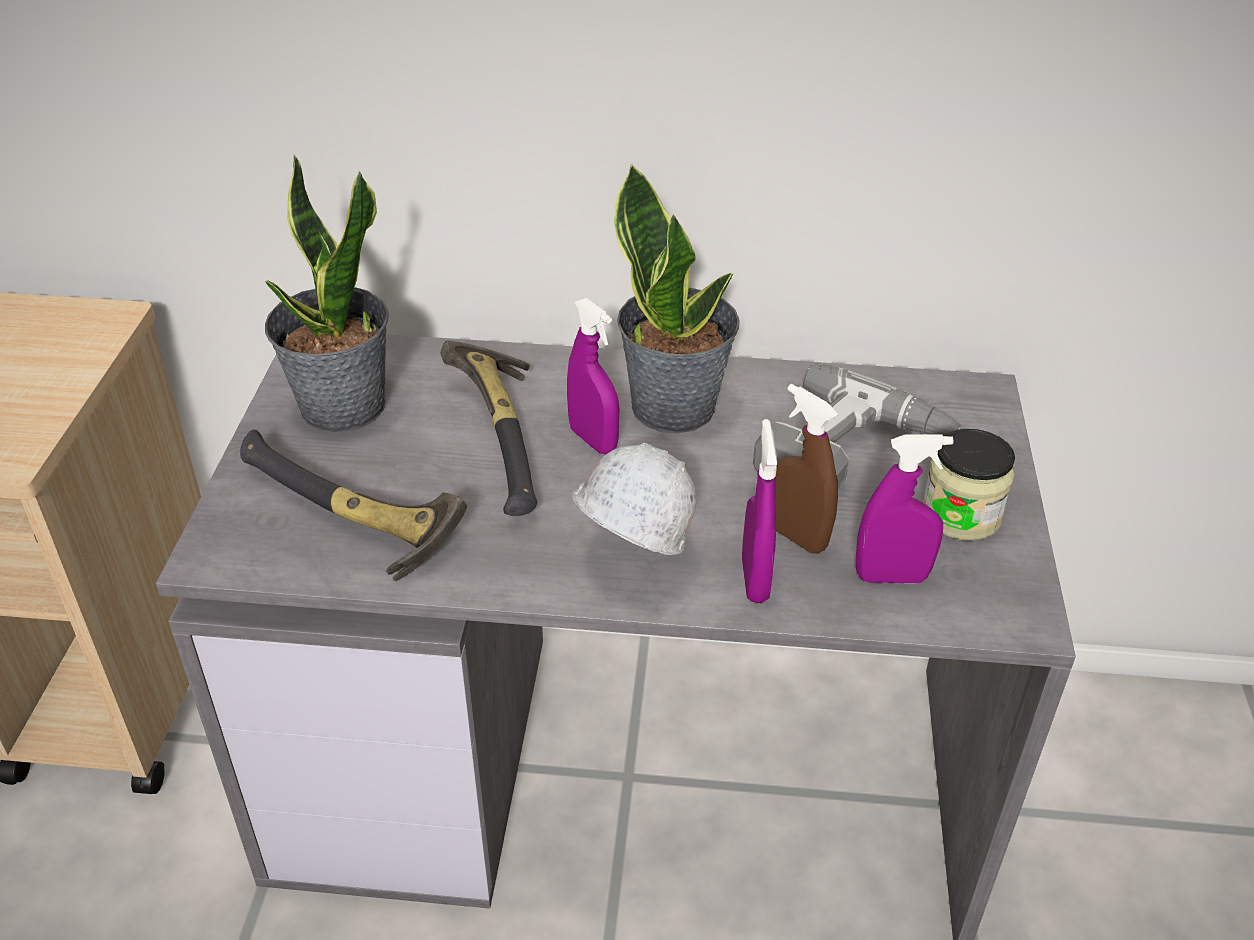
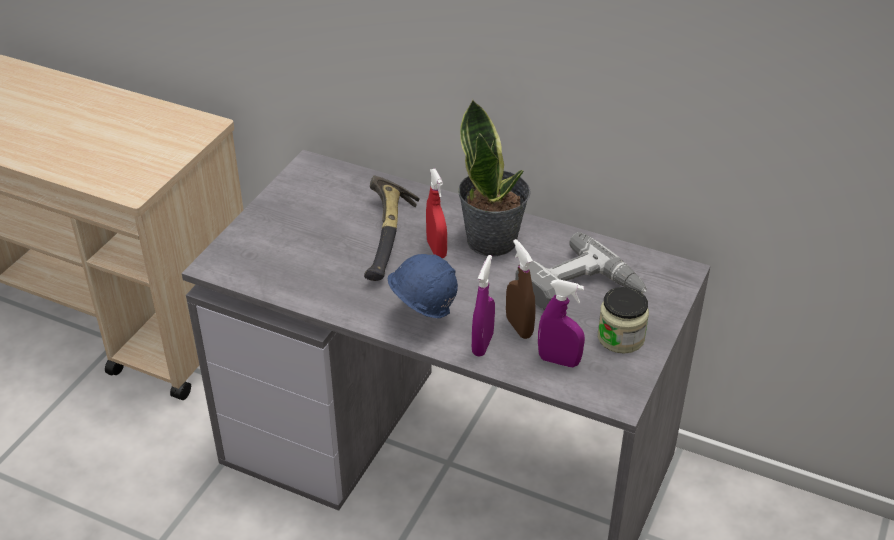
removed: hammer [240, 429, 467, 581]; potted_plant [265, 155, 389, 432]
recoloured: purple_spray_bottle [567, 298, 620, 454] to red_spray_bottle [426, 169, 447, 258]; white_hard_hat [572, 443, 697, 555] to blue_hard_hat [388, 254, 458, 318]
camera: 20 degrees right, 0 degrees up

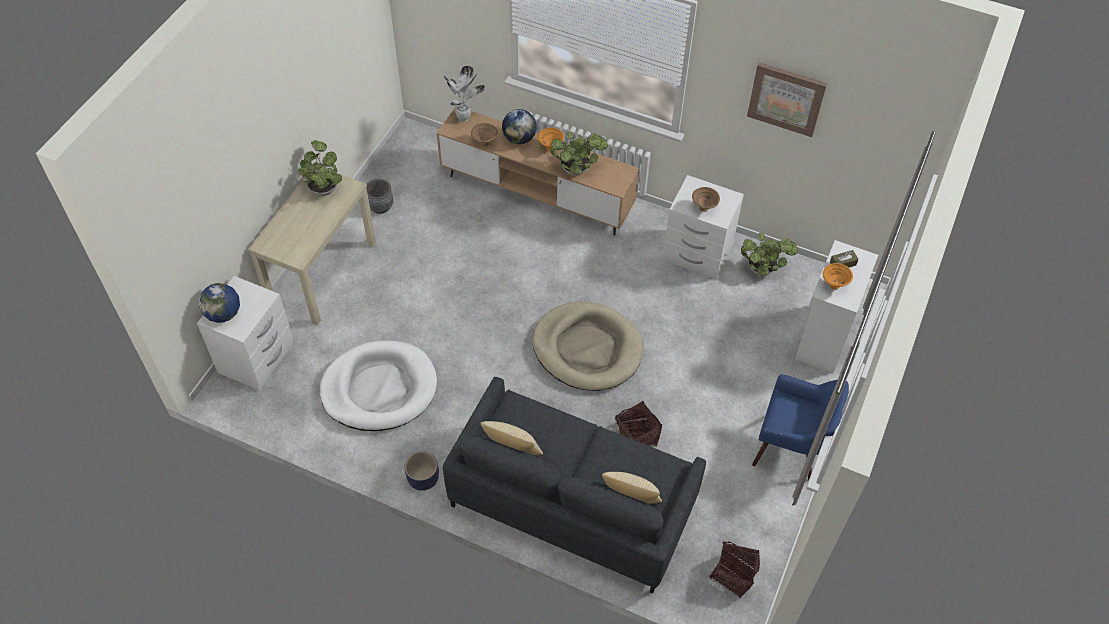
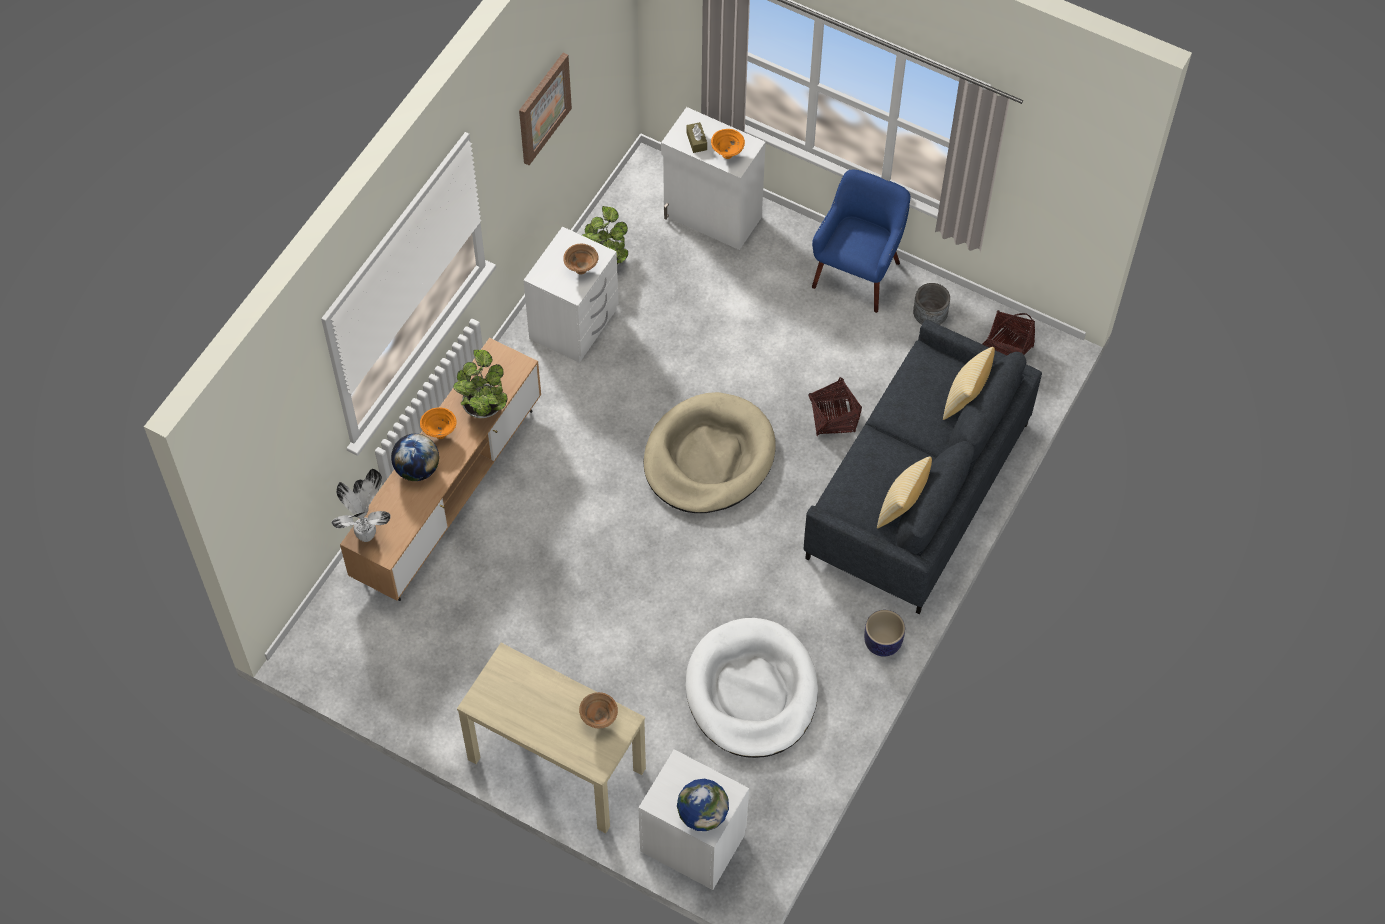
removed: potted_plant [298, 140, 342, 196]
moved: grey_planter [366, 178, 393, 214] to [913, 283, 950, 325]; brown_bowl [471, 123, 498, 147] to [579, 692, 618, 728]
camera: 85 degrees left, 5 degrees up

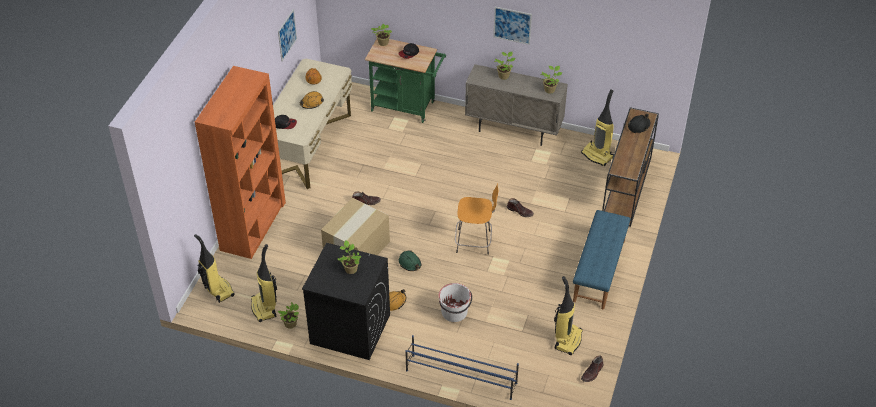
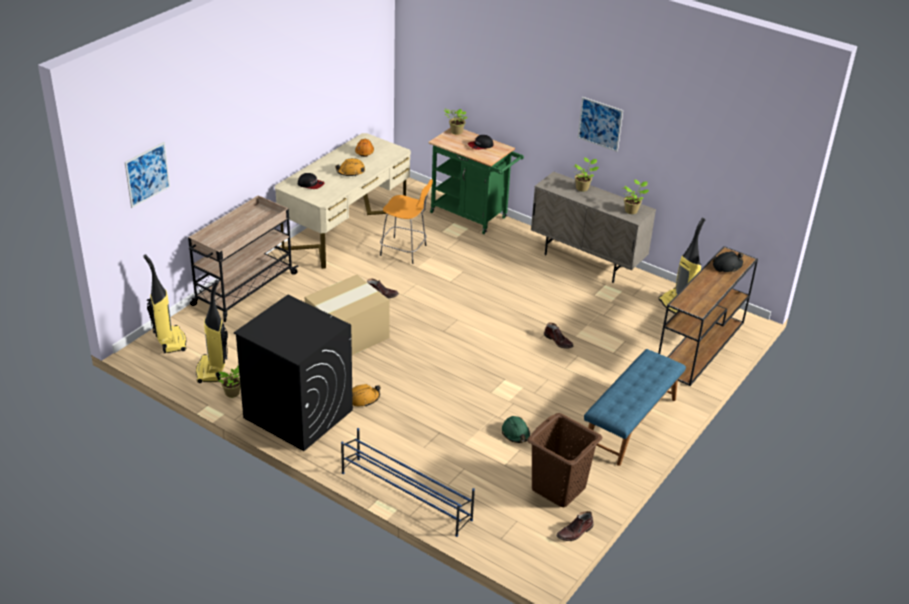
removed: potted_plant [338, 240, 361, 274]; white_bucket [438, 283, 472, 322]
moved: picture [278, 9, 297, 62] to [125, 142, 170, 208]; green_hard_hat [399, 250, 421, 271] to [502, 416, 530, 443]; orange_stool [455, 183, 498, 255] to [380, 179, 433, 264]
replaced: orange_bookcase [195, 66, 286, 259] to beige_cart [188, 195, 298, 322]; vacuum_cleaner [554, 276, 583, 355] to brown_laundry_basket [527, 413, 602, 507]
camera: 15 degrees right, 10 degrees down

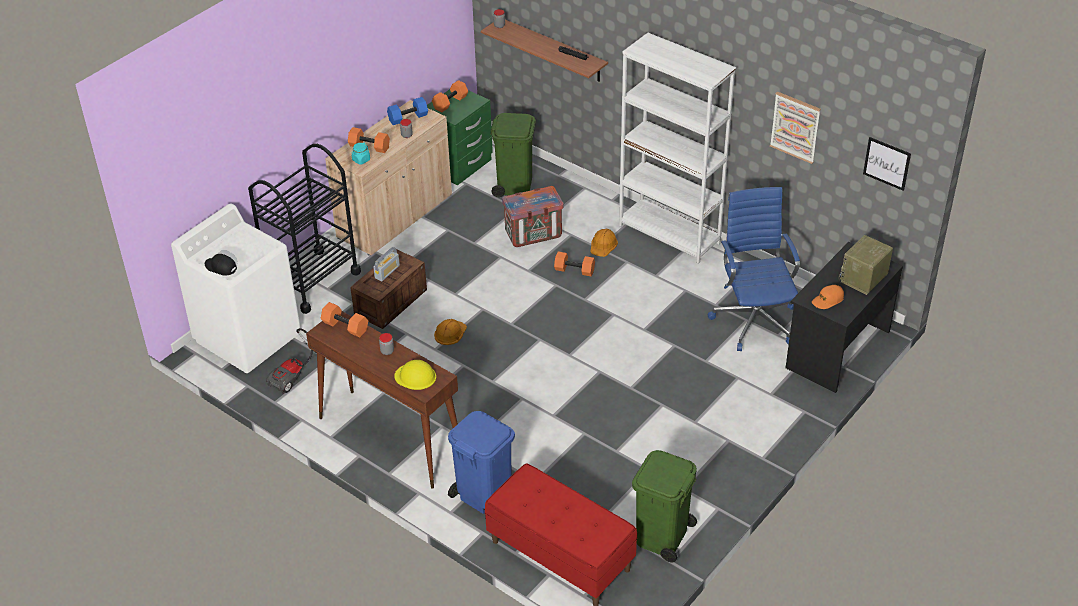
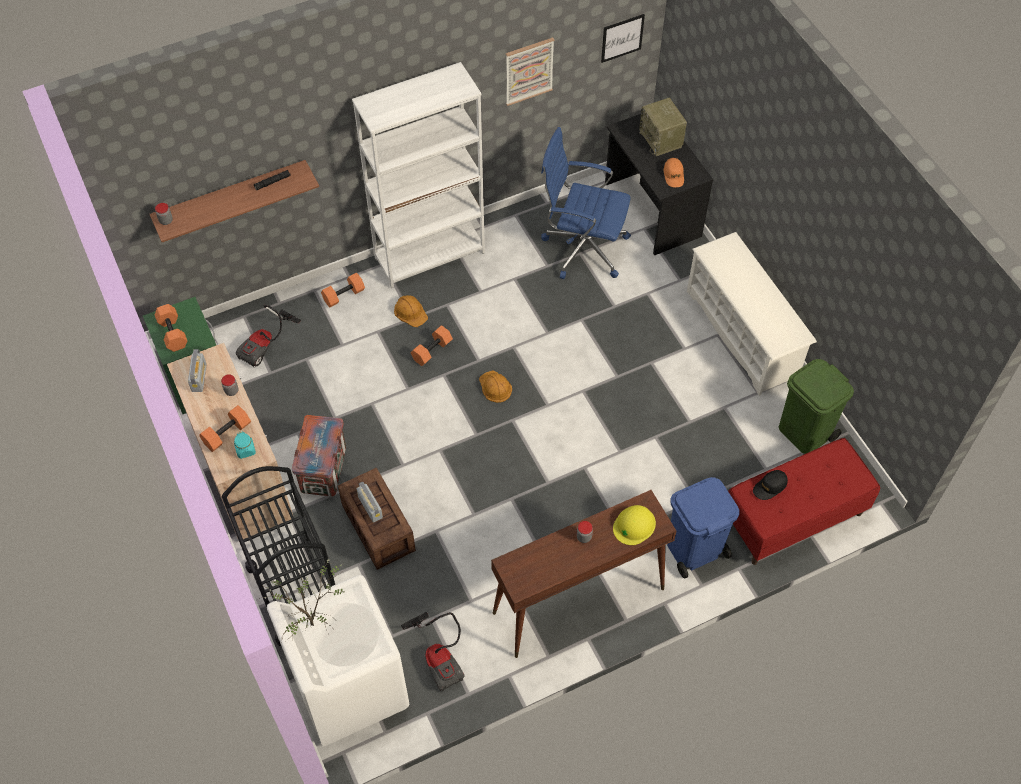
added: potted_plant [259, 558, 344, 641]; white_shoe_rack [687, 232, 817, 396]
moved: black_cap [205, 254, 237, 276] to [753, 470, 788, 500]; orange_dumbbell [321, 302, 368, 337] to [321, 273, 365, 308]; orange_hard_hat [434, 319, 467, 345] to [479, 370, 512, 403]; crate [502, 186, 564, 247] to [292, 415, 346, 497]
replaced: blue_dumbbell [387, 97, 428, 125] to radio [188, 349, 207, 392]; green_trash_can [490, 113, 536, 197] to vacuum_cleaner [236, 305, 301, 368]
camera: 65 degrees left, 15 degrees up

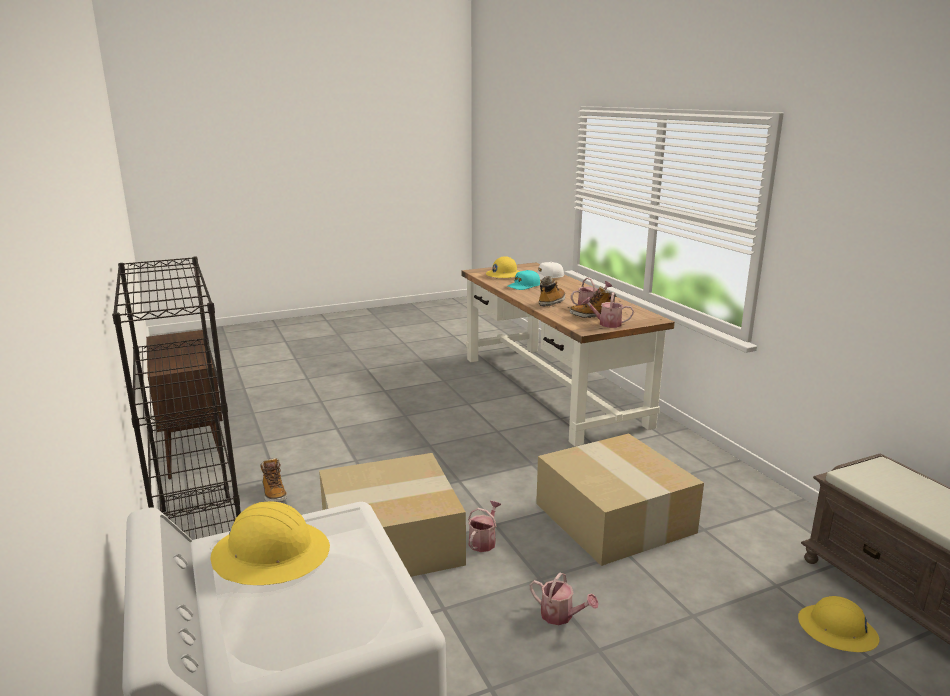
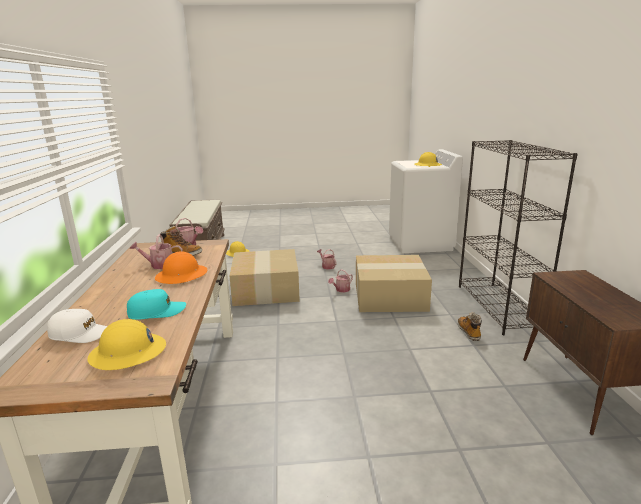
replaced: boot [539, 276, 565, 306] to orange_hard_hat [155, 251, 207, 284]
camera: 160 degrees left, 0 degrees up

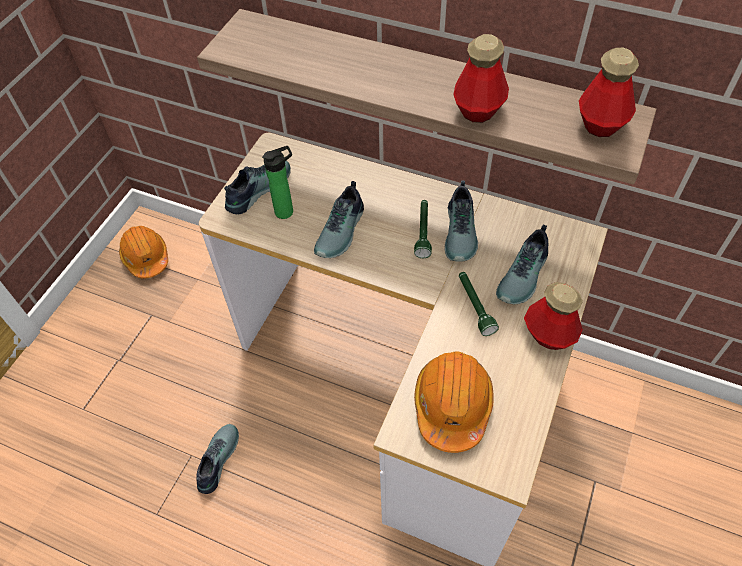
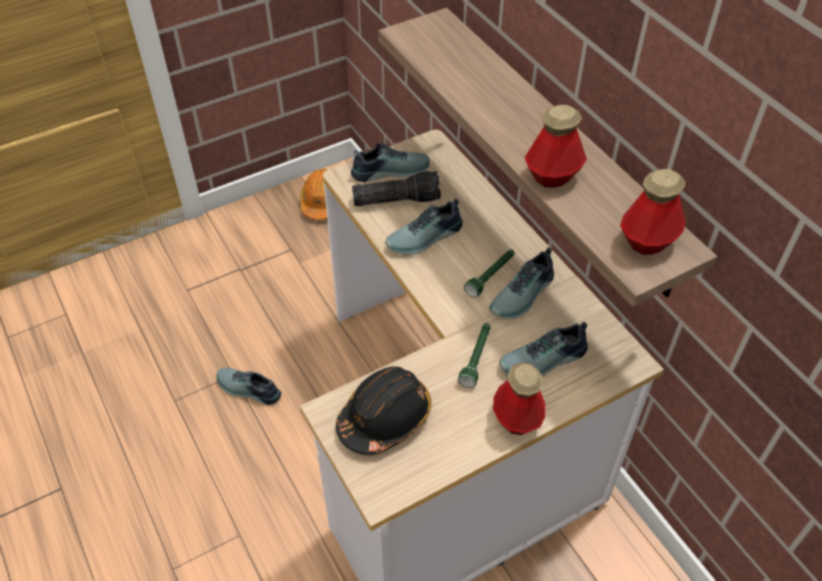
replaced: bottle [262, 146, 293, 219] to flashlight [352, 171, 441, 206]
recoloured: orange_hard_hat [414, 351, 494, 453] to black_hard_hat [336, 366, 431, 455]
turned: shoe [196, 424, 239, 494] = [217, 368, 281, 405] 120 degrees counterclockwise
camera: 35 degrees right, 5 degrees down

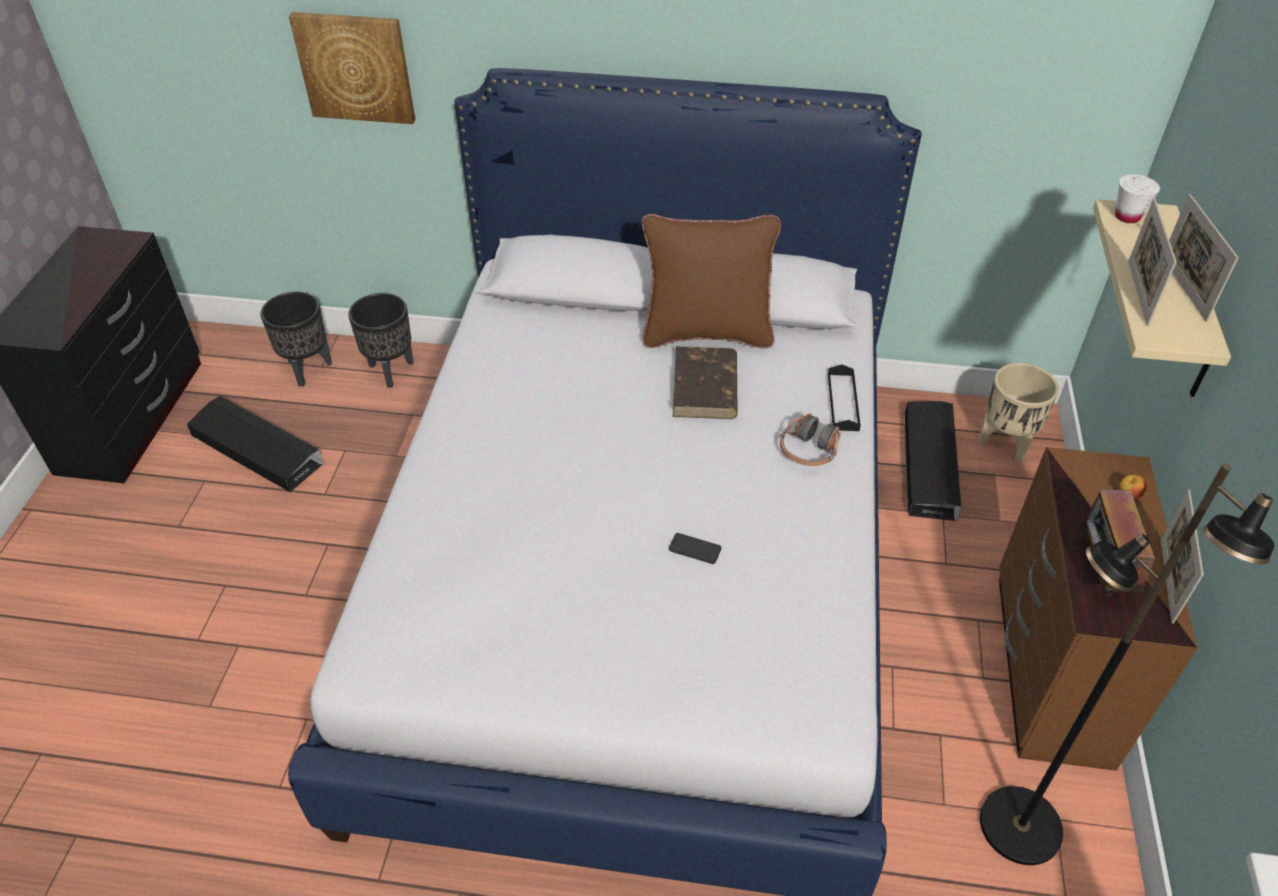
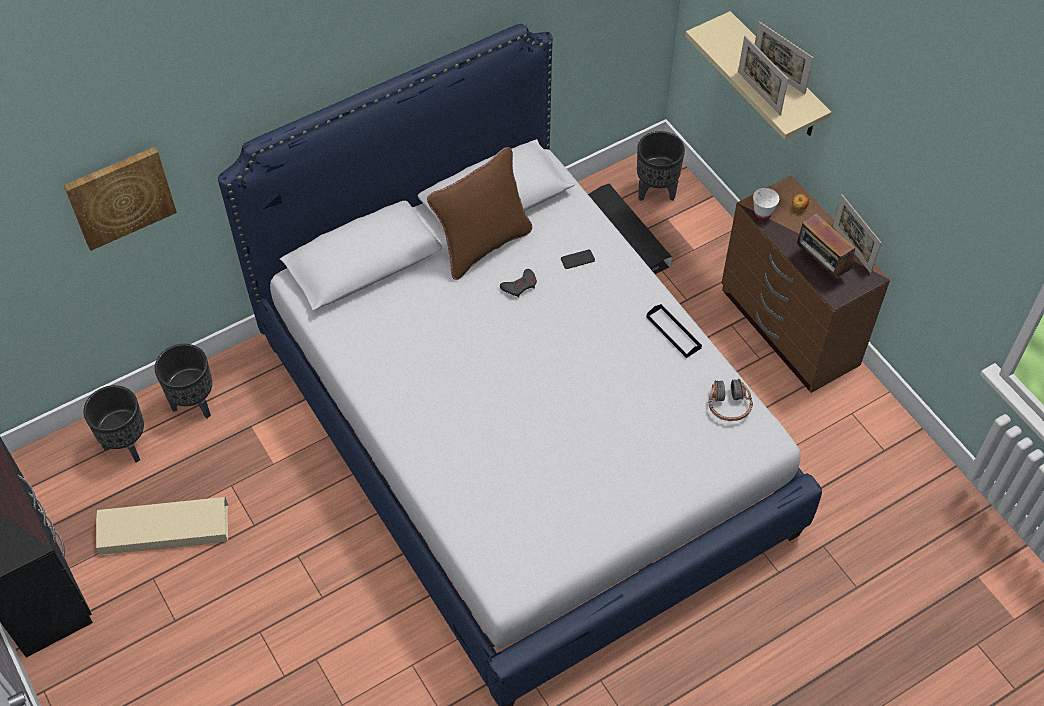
removed: black_floor_lamp [980, 463, 1274, 865]
moved: phone [669, 533, 721, 564] to [561, 250, 595, 269]; headphones [780, 413, 841, 466] to [708, 379, 753, 421]; black_tray [828, 364, 861, 431] to [646, 304, 702, 358]; white_cup [1115, 175, 1160, 223] to [753, 188, 779, 220]
replaced: brown_book [673, 346, 738, 419] to grey_game_controller [500, 269, 537, 298]
recoloured: black_storage_box [187, 396, 324, 492] to beige_storage_box [96, 497, 228, 555]; beige_planter [979, 363, 1059, 462] to black_planter [637, 131, 685, 201]
camera: 40 degrees left, 10 degrees up

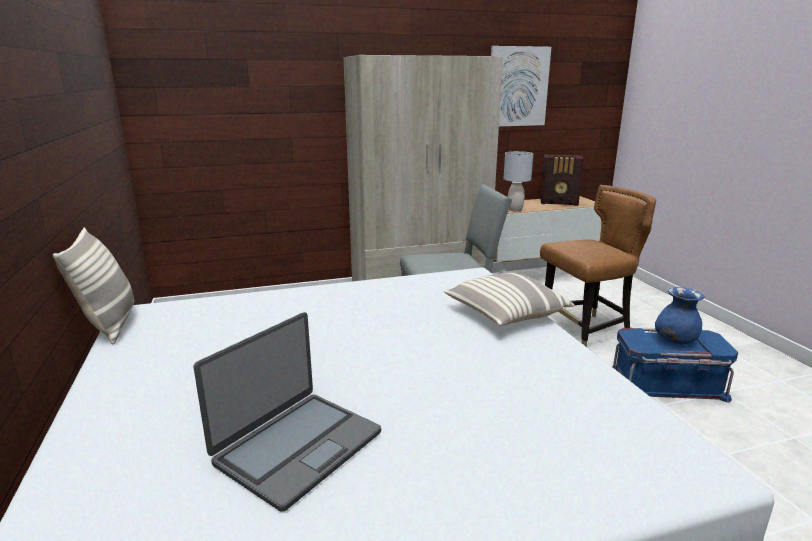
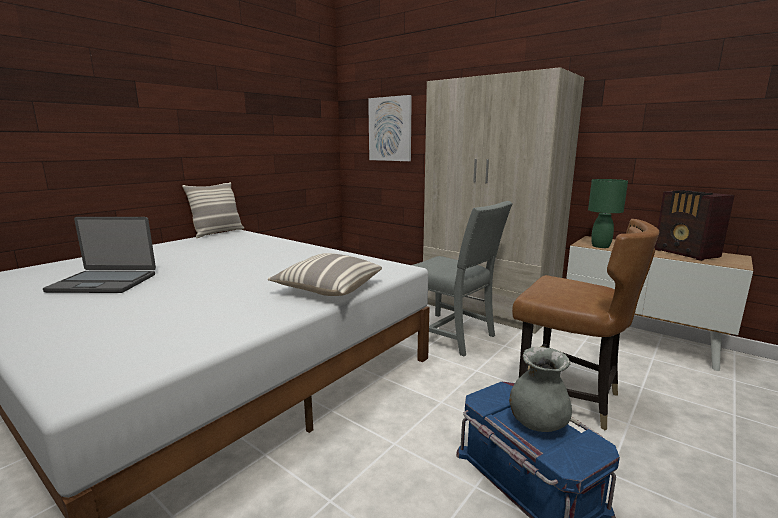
moved: picture [491, 46, 551, 126] to [368, 95, 412, 161]
recoloured: grey_table_lamp [504, 151, 533, 211] to green_table_lamp [588, 179, 628, 248]; blue_vase [655, 287, 705, 345] to grey_vase [509, 347, 572, 432]
camera: 55 degrees right, 5 degrees down

